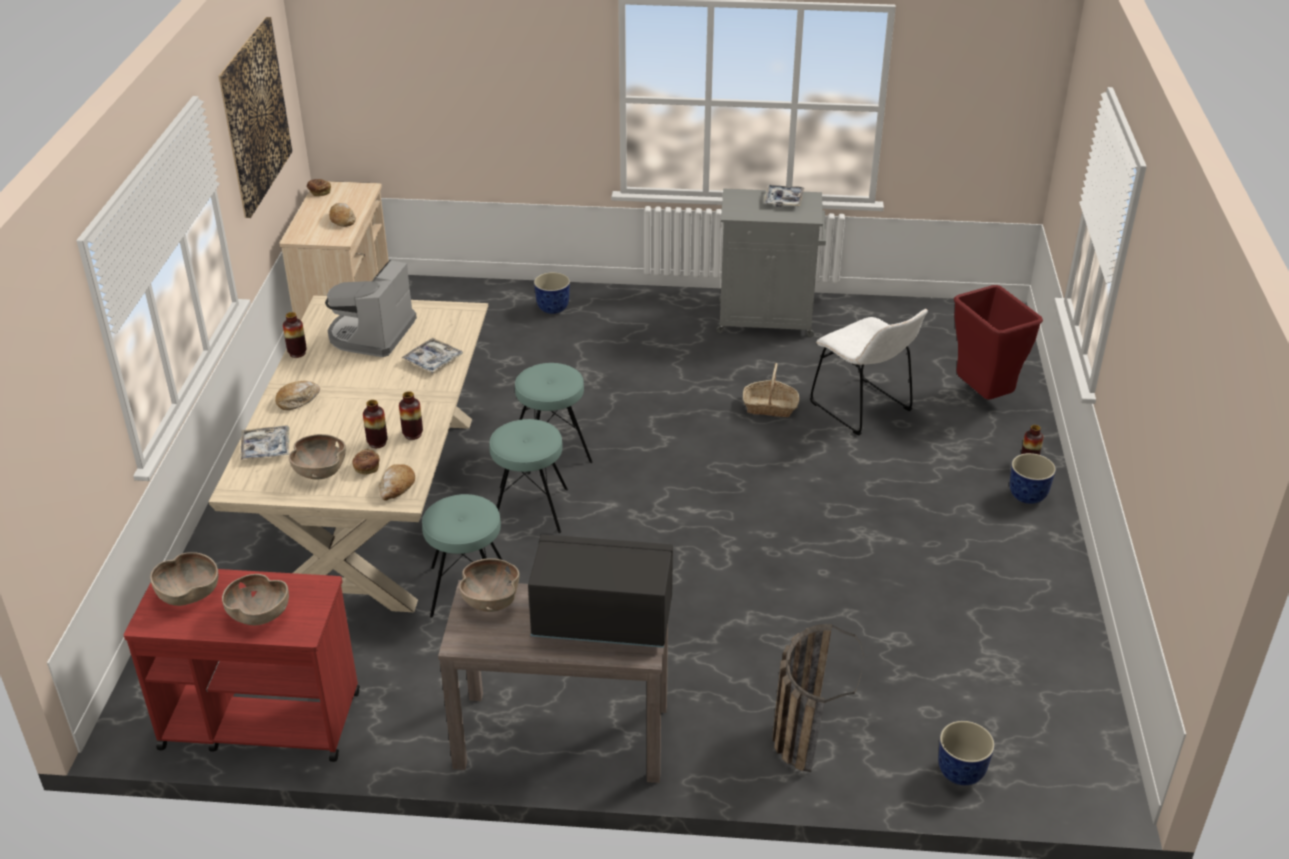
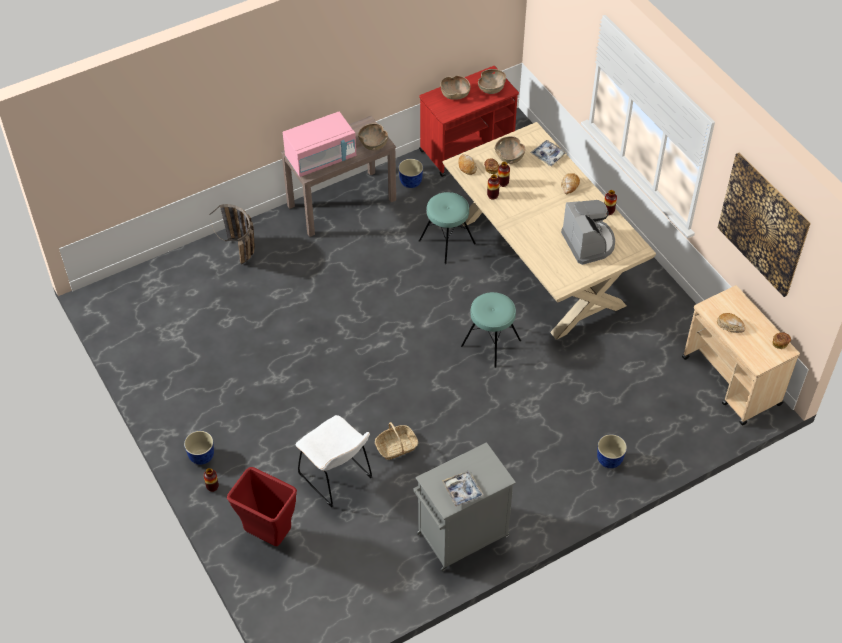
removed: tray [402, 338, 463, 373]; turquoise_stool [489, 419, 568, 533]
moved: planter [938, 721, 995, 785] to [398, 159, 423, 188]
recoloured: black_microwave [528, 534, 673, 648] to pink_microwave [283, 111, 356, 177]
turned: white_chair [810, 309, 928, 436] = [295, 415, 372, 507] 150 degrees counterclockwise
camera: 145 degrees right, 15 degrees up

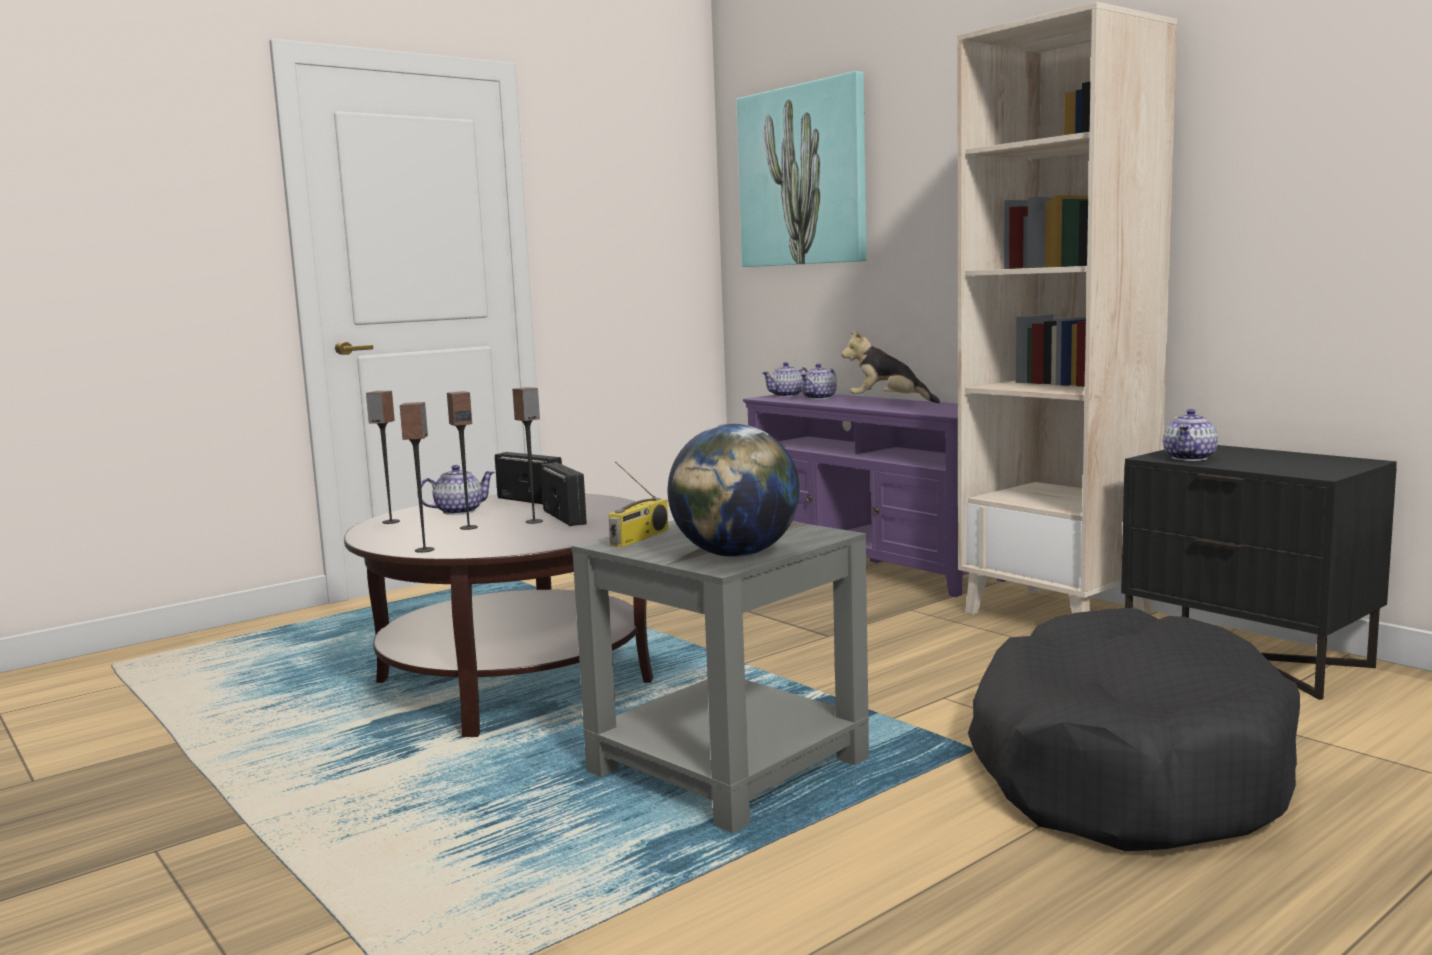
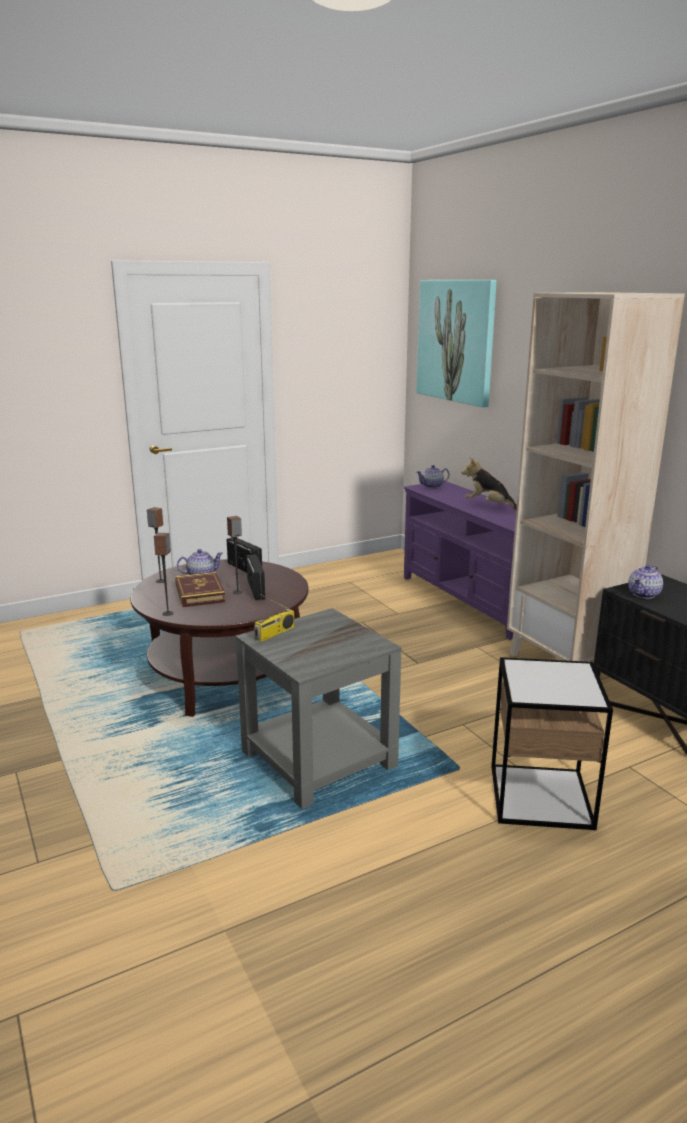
removed: globe [668, 424, 800, 557]; teapot [800, 363, 837, 400]
replaced: speaker [447, 391, 478, 530] to book [175, 572, 226, 607]; black_dog_bed [968, 608, 1300, 851] to side_table [491, 657, 613, 830]
camera: 10 degrees right, 10 degrees up

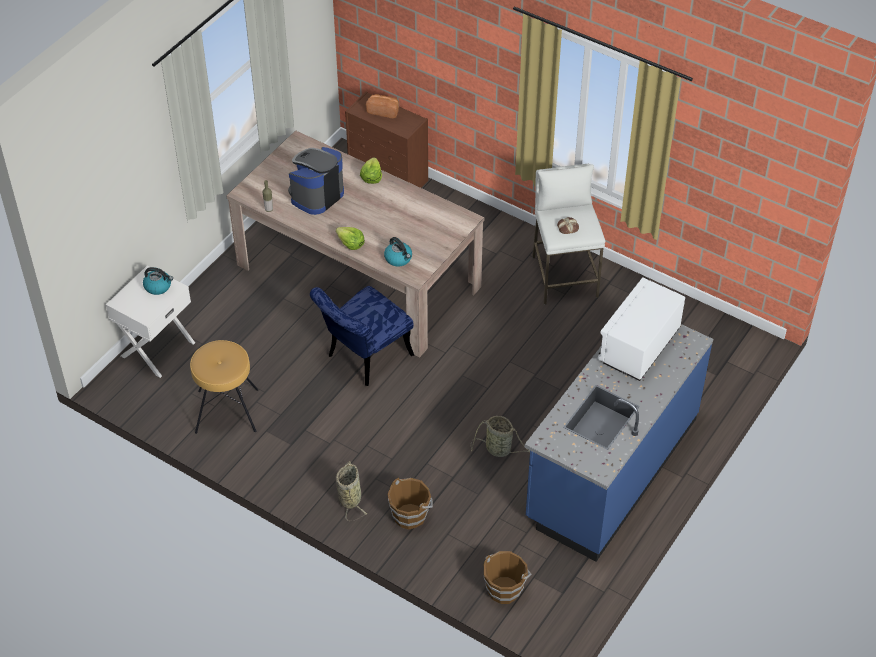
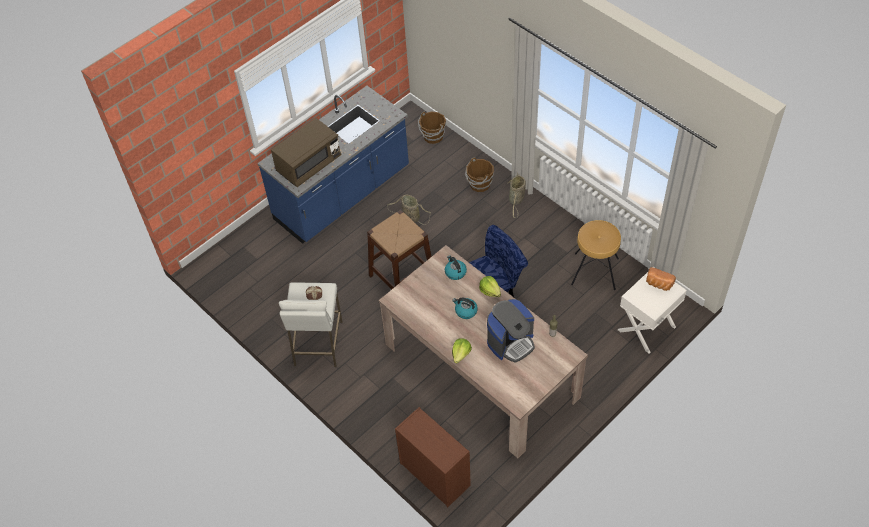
added: brown_stool [367, 210, 432, 289]
moved: kettle [143, 267, 173, 295] to [452, 298, 478, 319]; bread [366, 94, 399, 118] to [646, 267, 676, 291]
recoloured: white_microwave [598, 277, 685, 381] to brown_microwave [271, 118, 341, 187]
camera: 165 degrees left, 5 degrees up

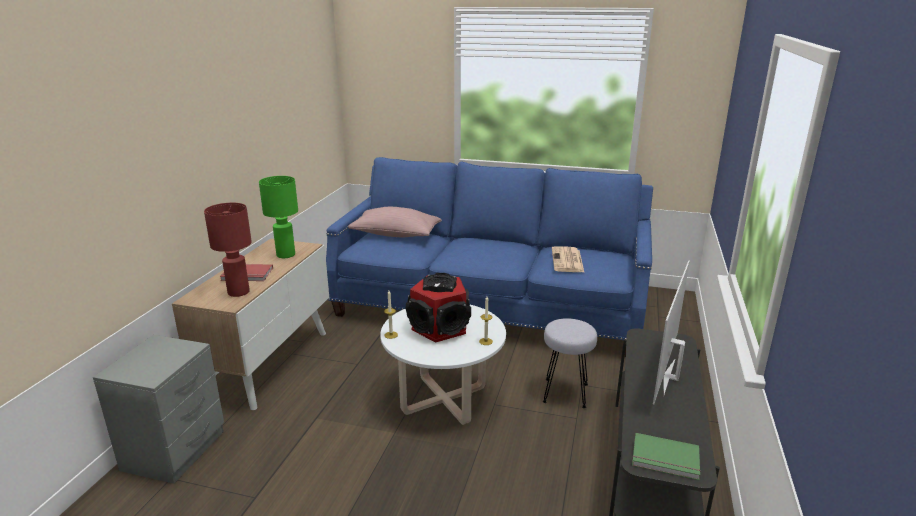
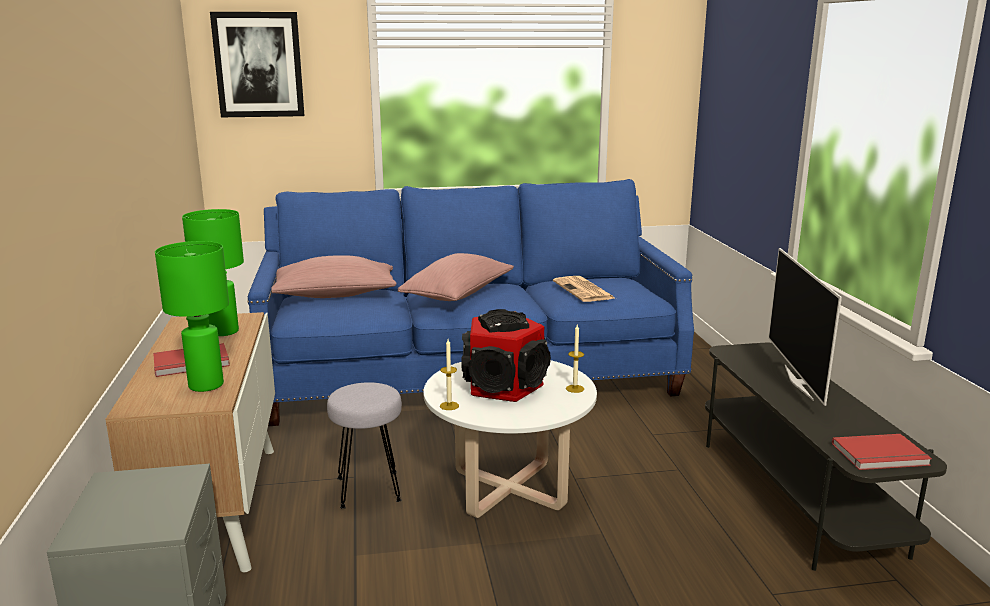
added: picture [210, 12, 305, 117]; pink_pillow [398, 253, 514, 301]
moved: grey_stool [543, 318, 597, 408] to [327, 382, 402, 509]
recoloured: red_table_lamp [204, 203, 252, 297] to green_table_lamp [155, 241, 229, 392]; green_book [632, 433, 701, 480] to red_book [832, 434, 932, 470]
camera: 25 degrees left, 5 degrees down

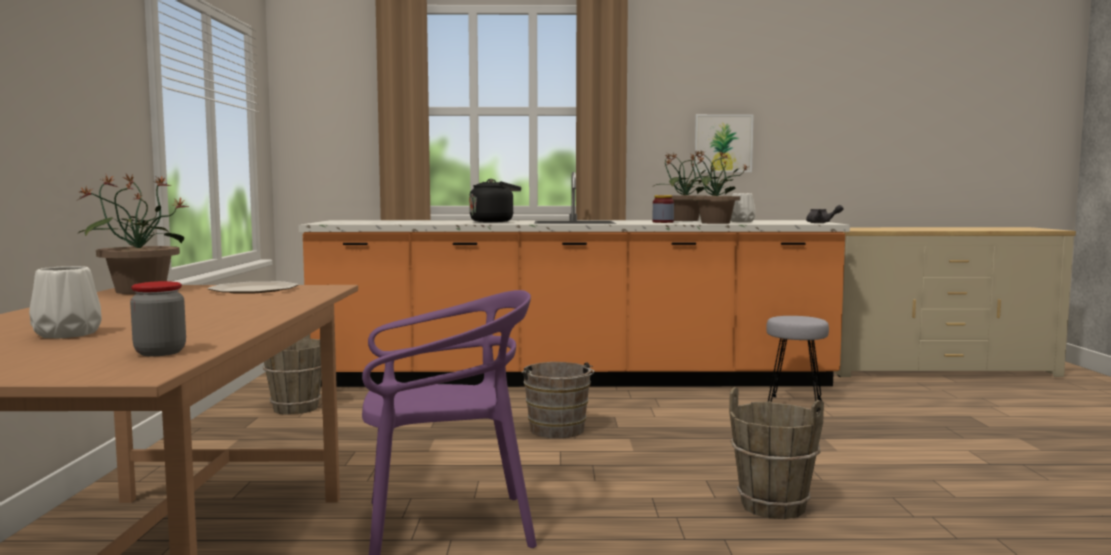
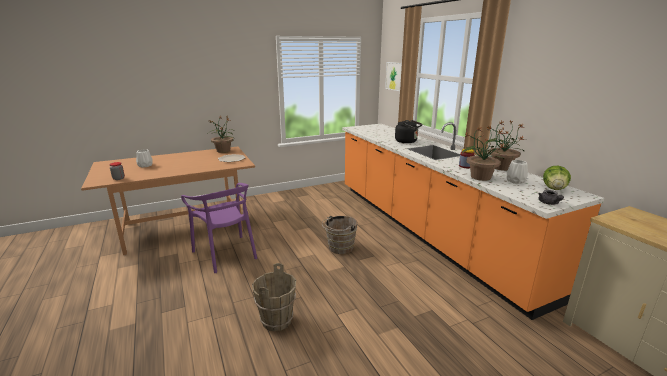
removed: brown_bucket [263, 334, 322, 415]; grey_stool [766, 316, 829, 412]
added: lettuce [543, 166, 571, 190]
moved: picture [694, 114, 754, 172] to [385, 62, 402, 91]
camera: 65 degrees right, 15 degrees up

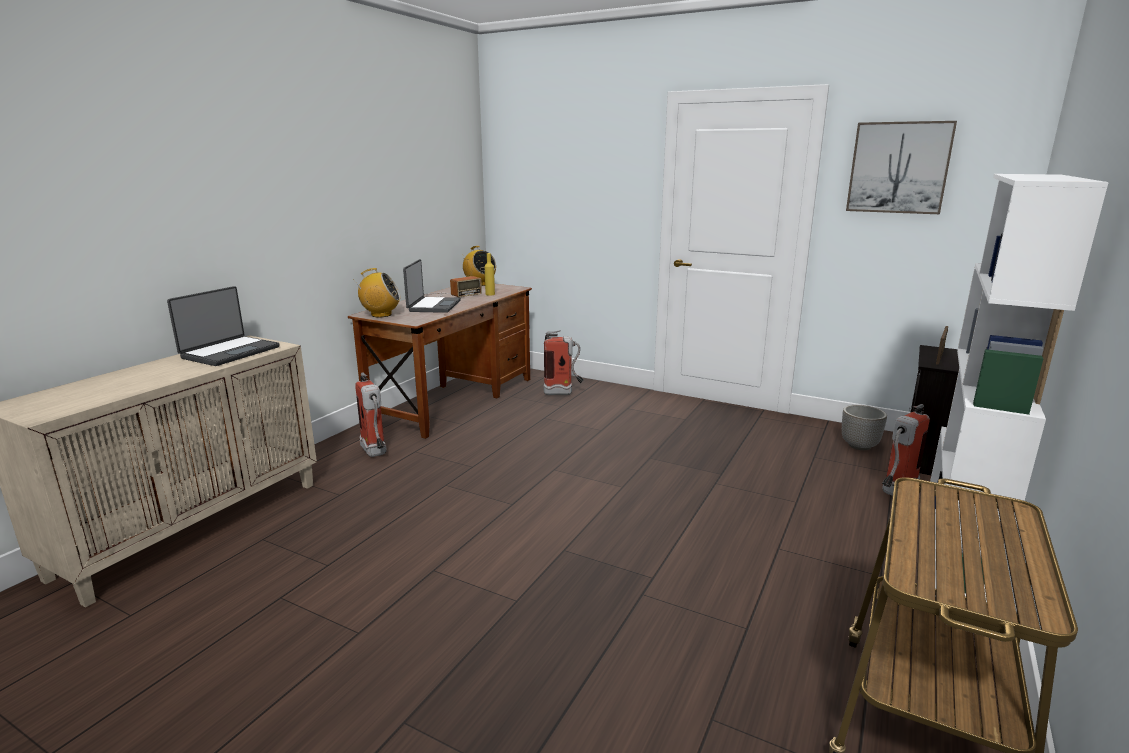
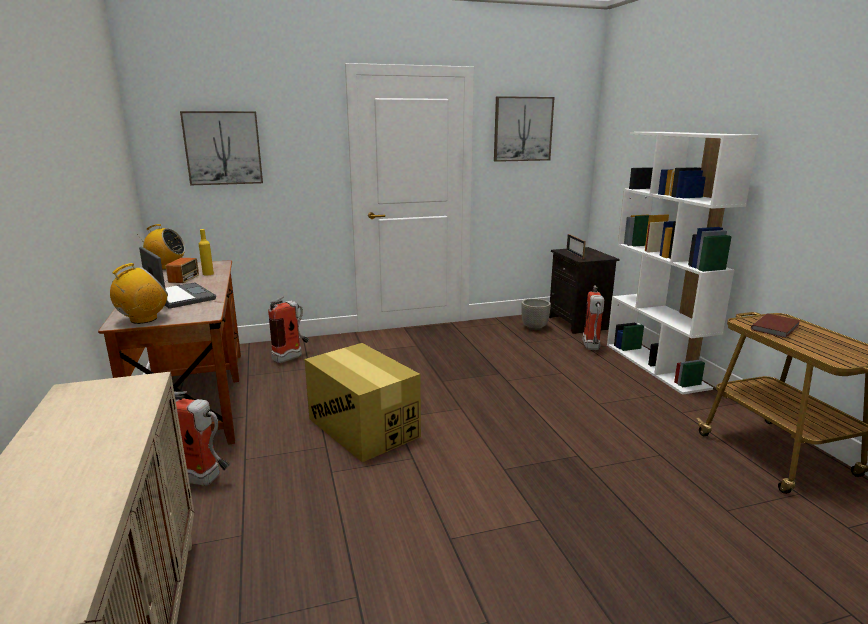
removed: laptop [167, 286, 280, 366]
added: picture [180, 111, 263, 186]; cardboard_box [304, 343, 421, 462]; brown_book [751, 313, 800, 338]
camera: 45 degrees left, 0 degrees up

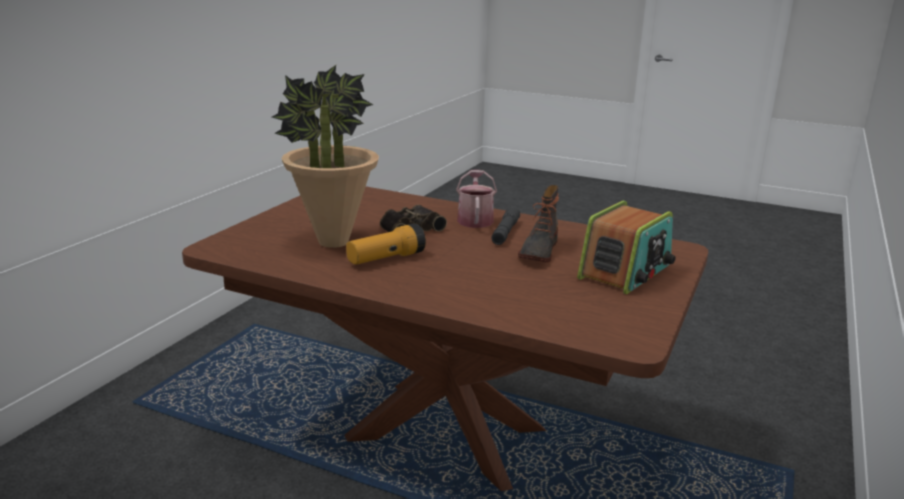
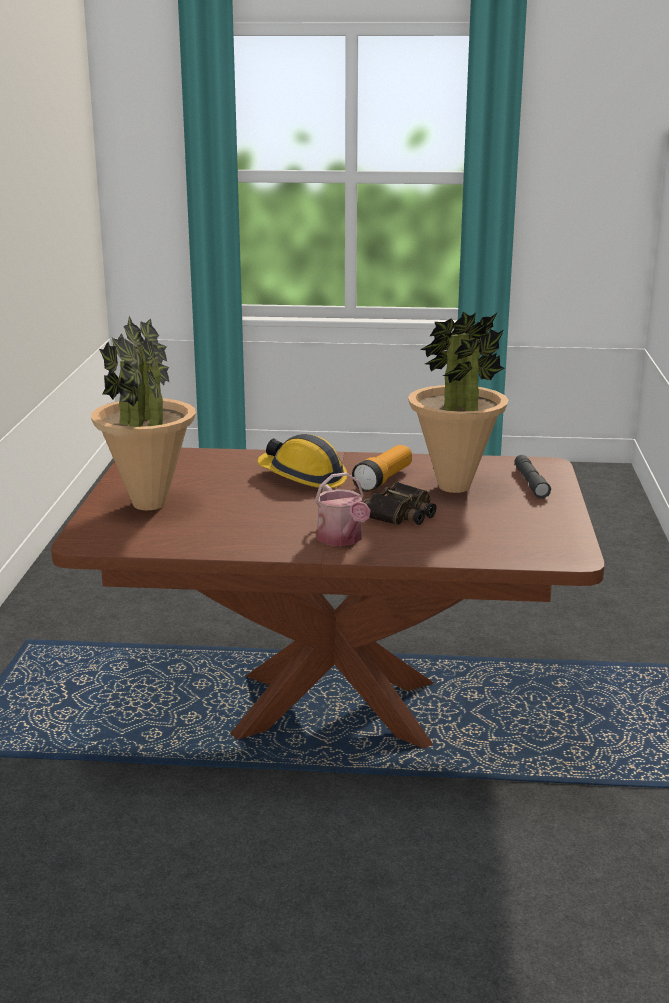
removed: boot [518, 185, 559, 263]
added: hard_hat [257, 434, 347, 488]
moved: grey_flashlight [491, 207, 520, 245] to [515, 455, 551, 499]
replaced: radio [577, 201, 676, 294] to potted_plant [91, 316, 196, 510]
camera: 160 degrees right, 0 degrees up

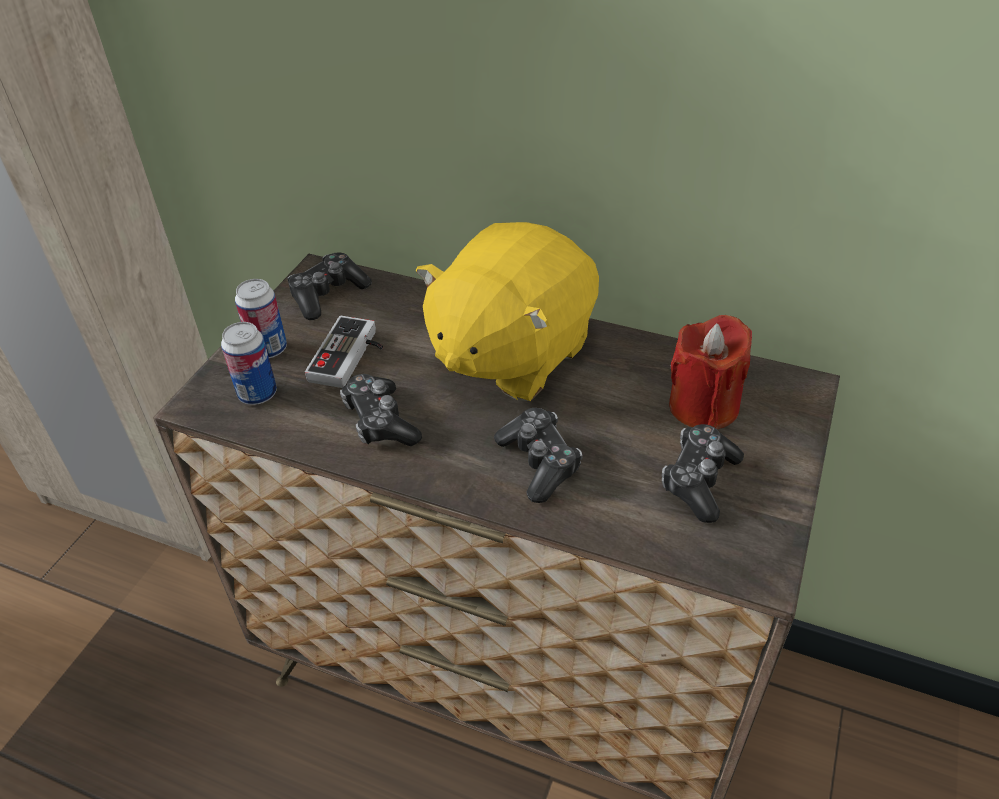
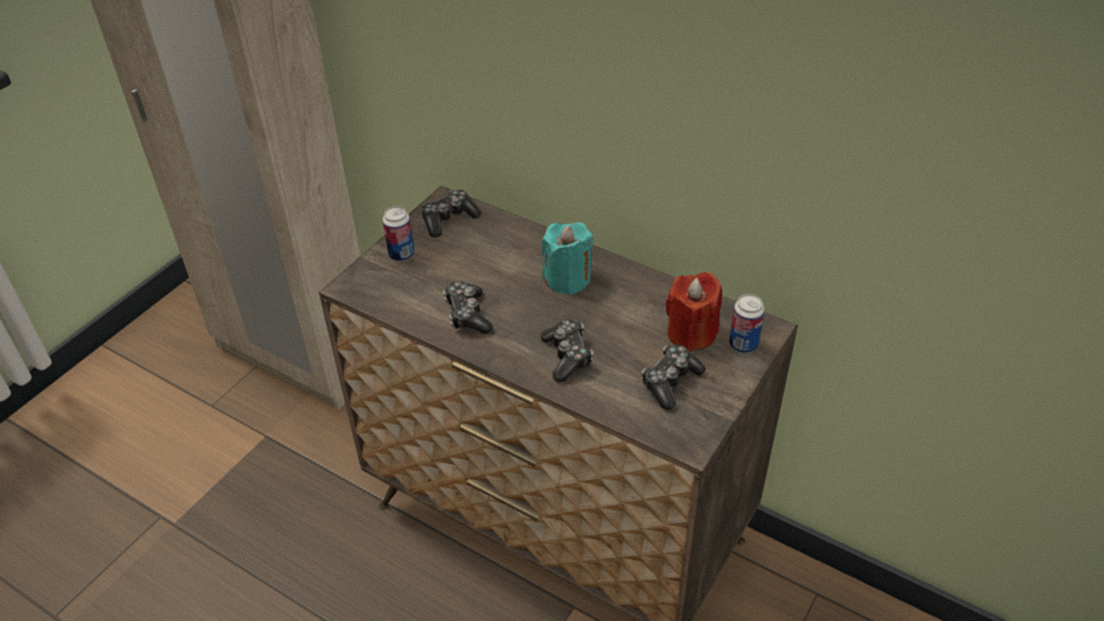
removed: game_controller [305, 316, 383, 388]
moved: can [221, 322, 277, 405] to [729, 294, 765, 353]
replaced: yellow_plush_toy [416, 222, 599, 401] to turquoise_candle [542, 222, 593, 295]
camera: 10 degrees right, 0 degrees up

